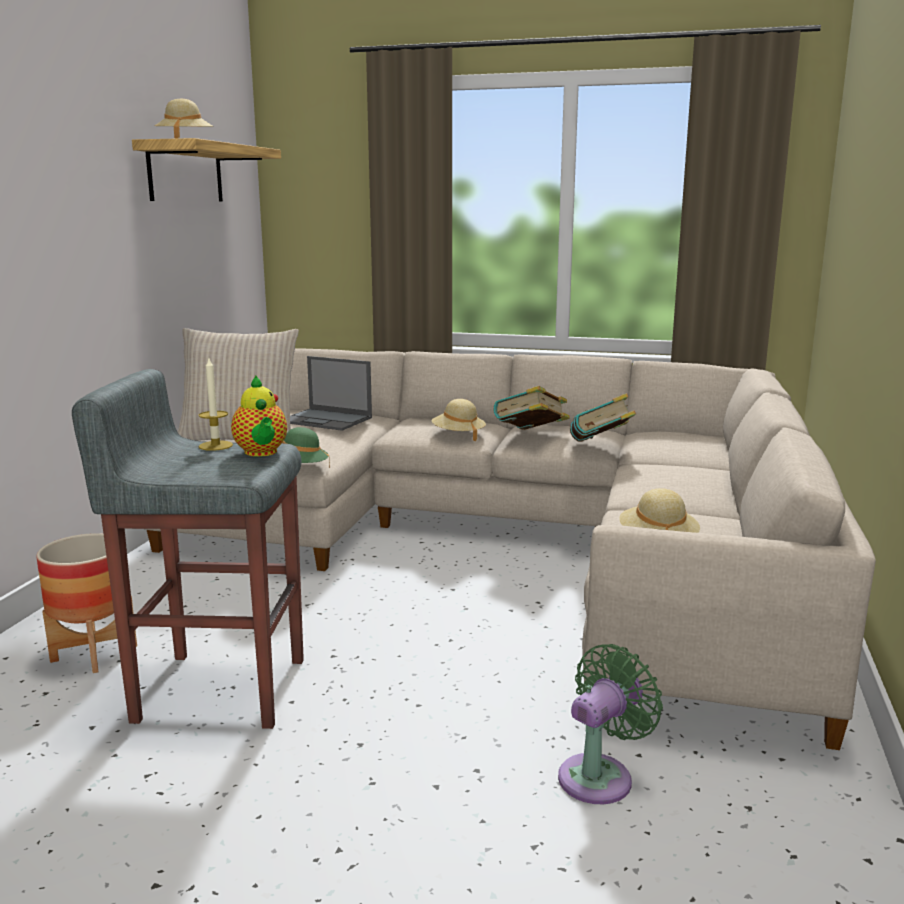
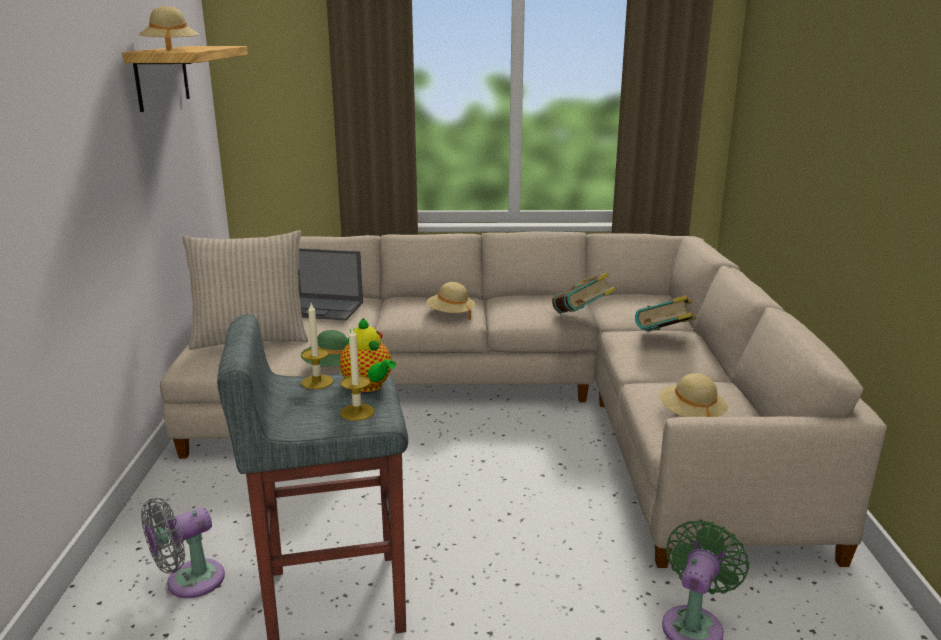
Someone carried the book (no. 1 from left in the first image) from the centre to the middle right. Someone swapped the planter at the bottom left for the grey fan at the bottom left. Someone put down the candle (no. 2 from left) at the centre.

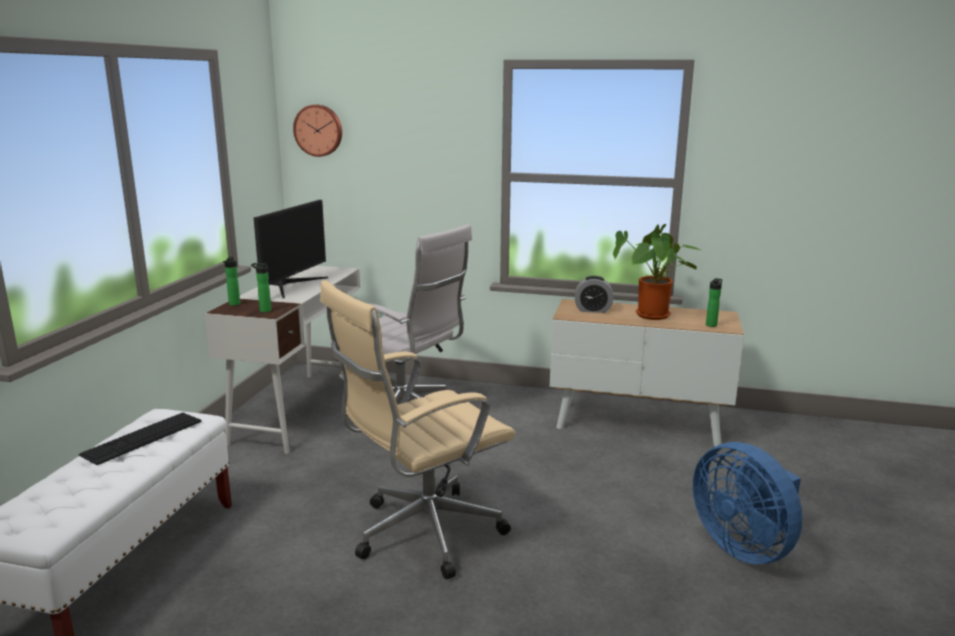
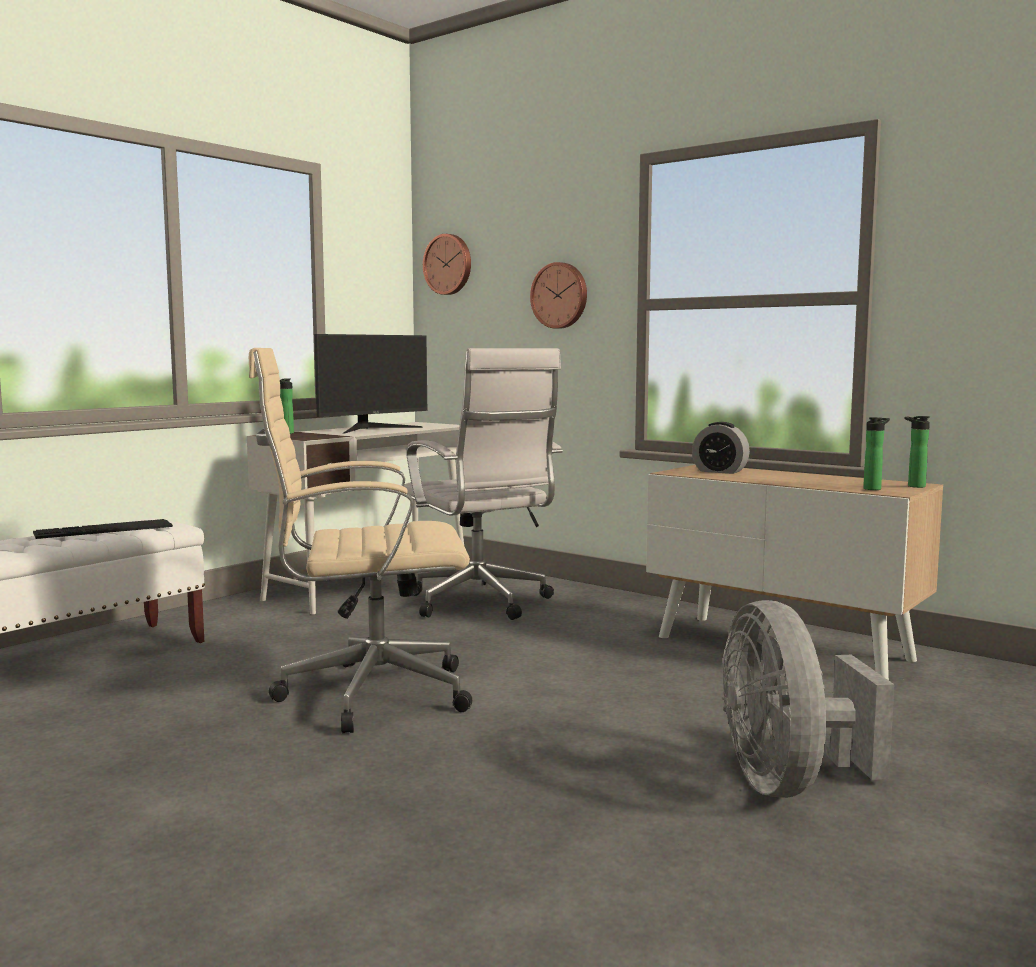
Someone took away the potted plant at the middle right. Someone carried the bottle (no. 2 from left in the first image) from the middle left to the middle right. Someone repainted the blue fan at the bottom right, which became the grey fan at the bottom right. Someone put up the wall clock (no. 2 from left) at the top centre.

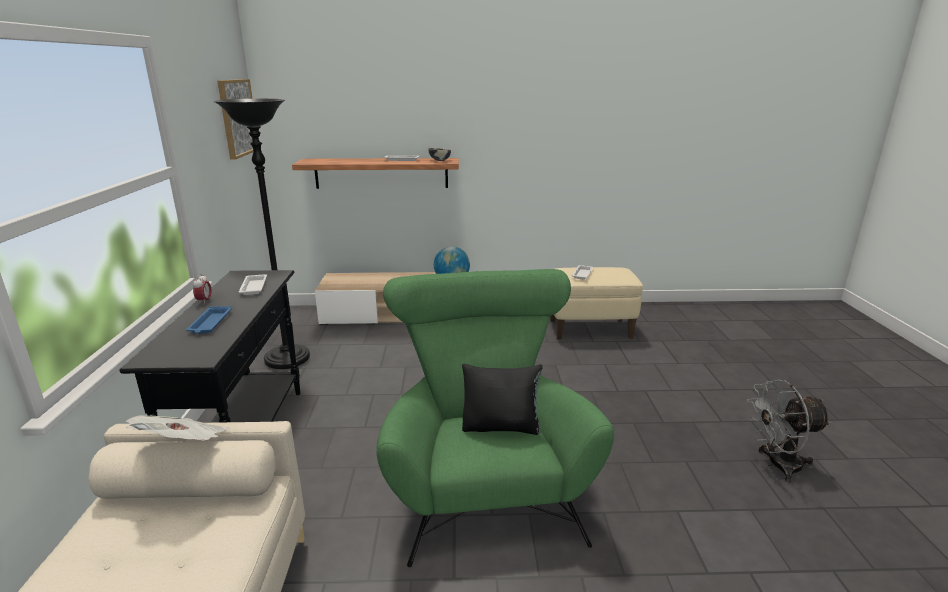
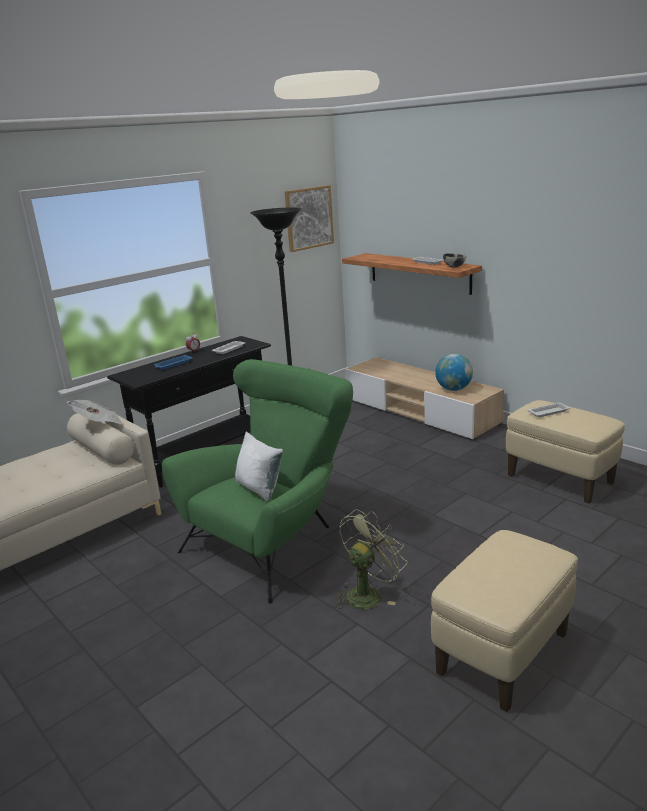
Someone repainted the black pillow at the bottom centre, which became the white pillow at the centre. Someone swapped the grey fan at the bottom right for the beige ottoman (no. 1 from left) at the bottom right. Someone put down the green fan at the bottom centre.

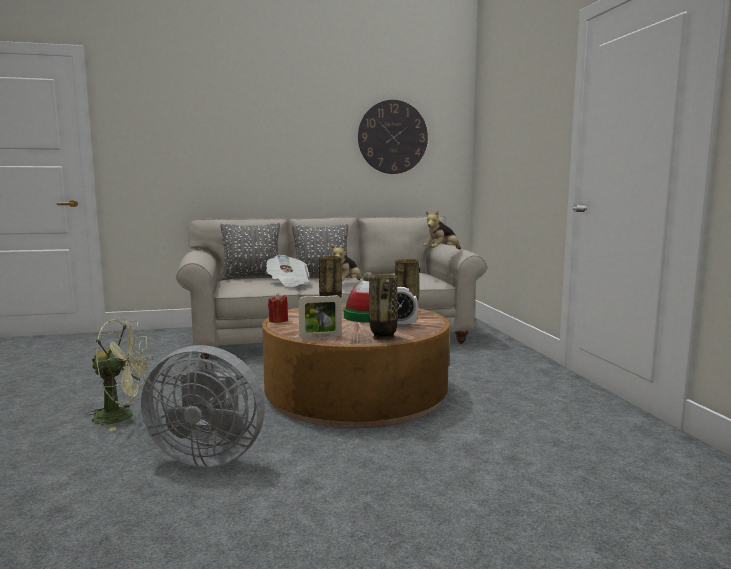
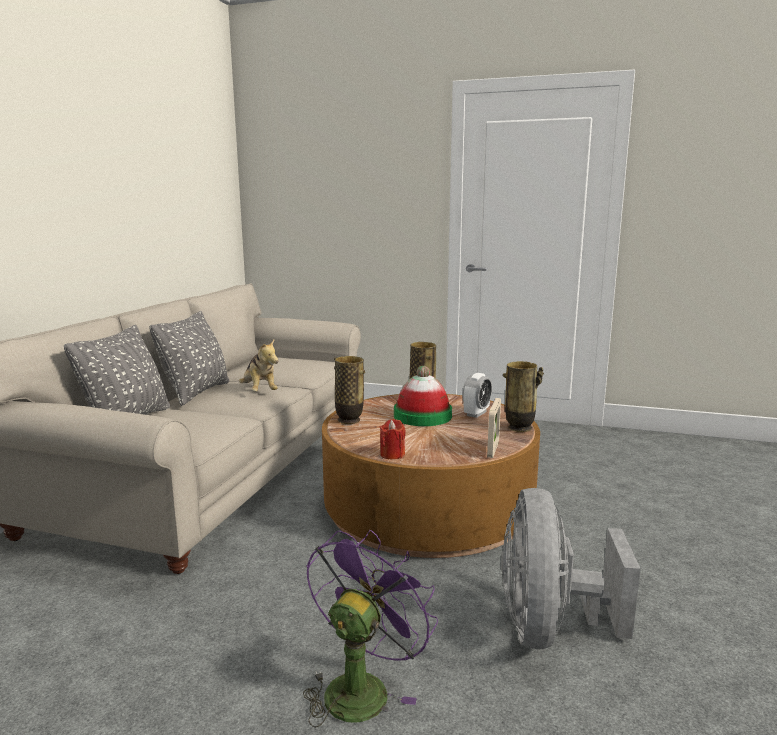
Someone took away the wall clock at the top centre. Someone took away the plush toy (no. 2 from left) at the centre. Someone took away the newspaper at the centre. Someone repainted the green fan at the middle left, which became the purple fan at the bottom centre. Someone rotated the grey fan at the bottom left by 150 degrees clockwise.

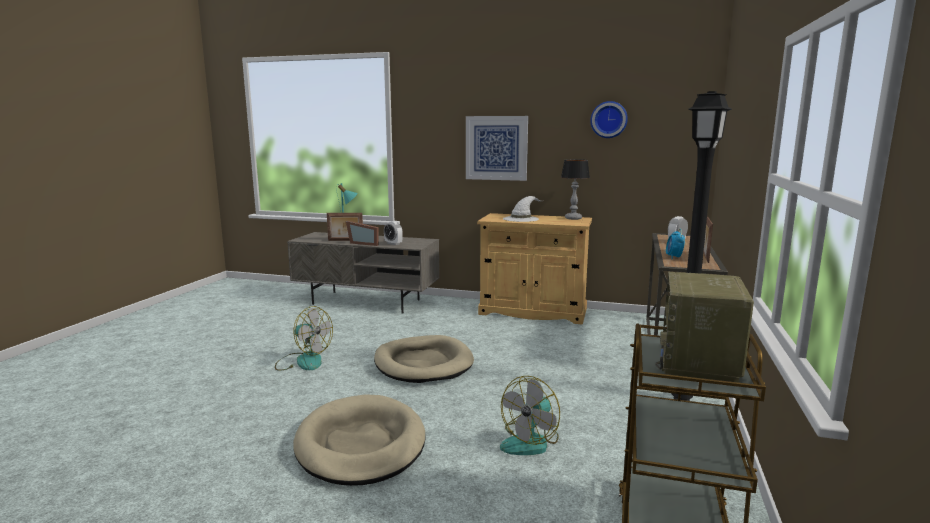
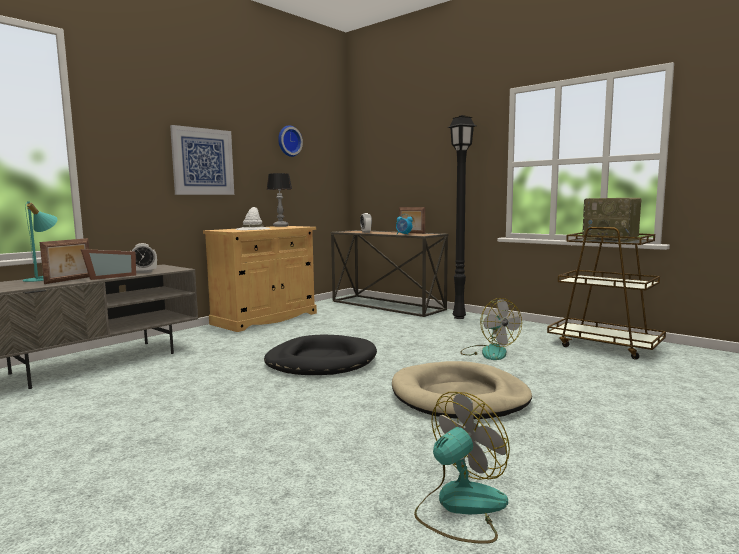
Someone carried the fan (no. 1 from left) from the middle left to the bottom centre. Someone repainted the beige dog bed (no. 2 from left) at the bottom centre, which became the black dog bed at the centre.

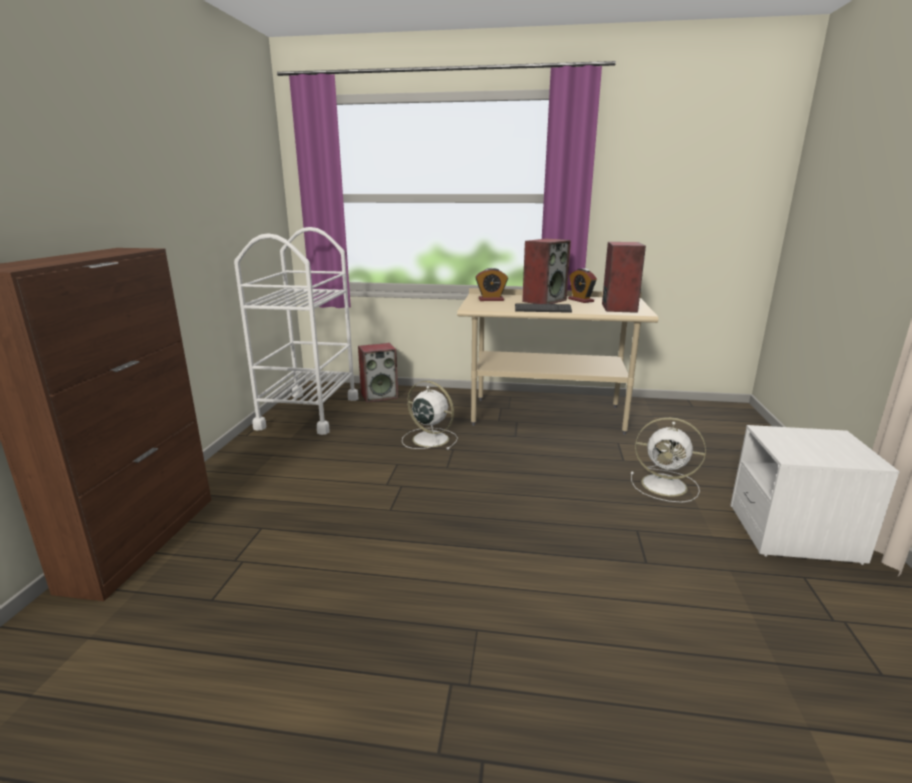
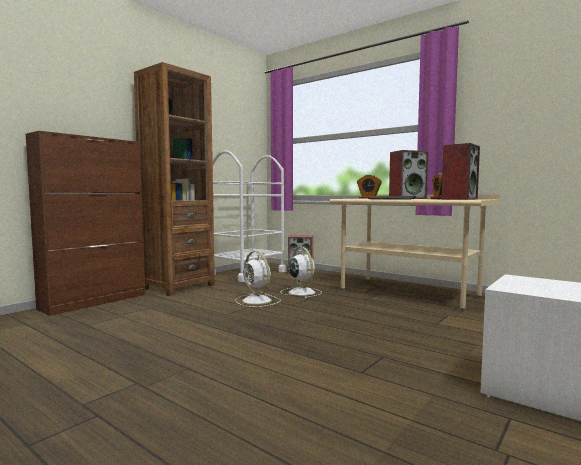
Someone carried the white fan (no. 2 from left in the first image) from the middle right to the centre. Someone put down the brown bookcase at the middle left.

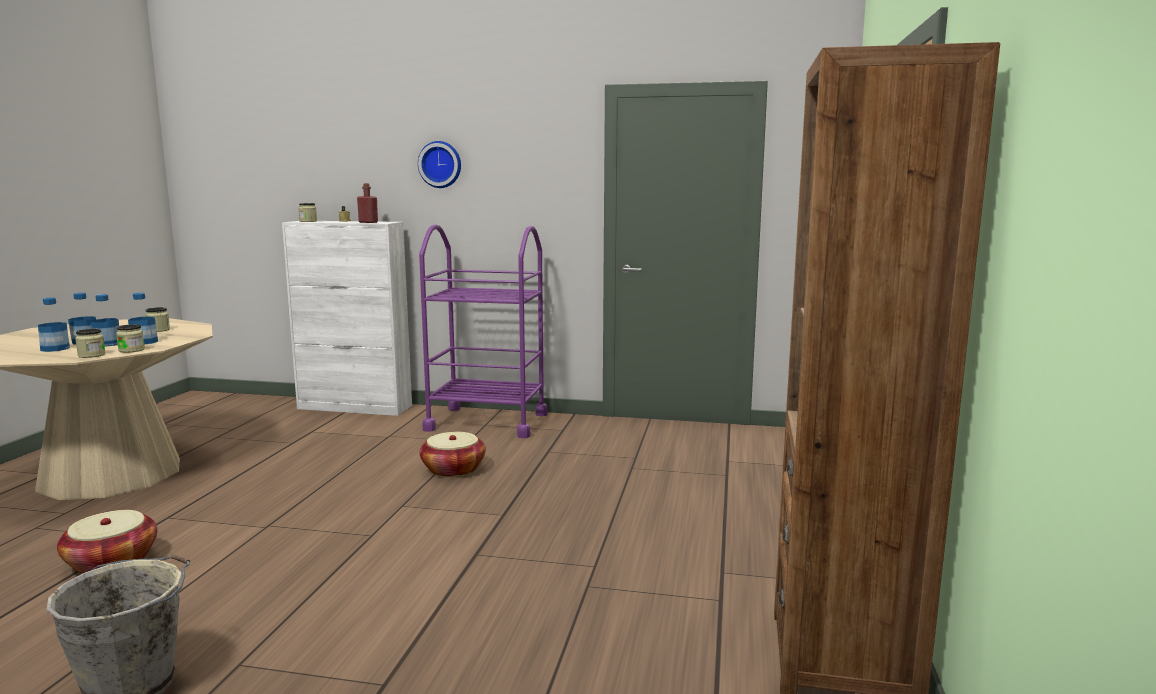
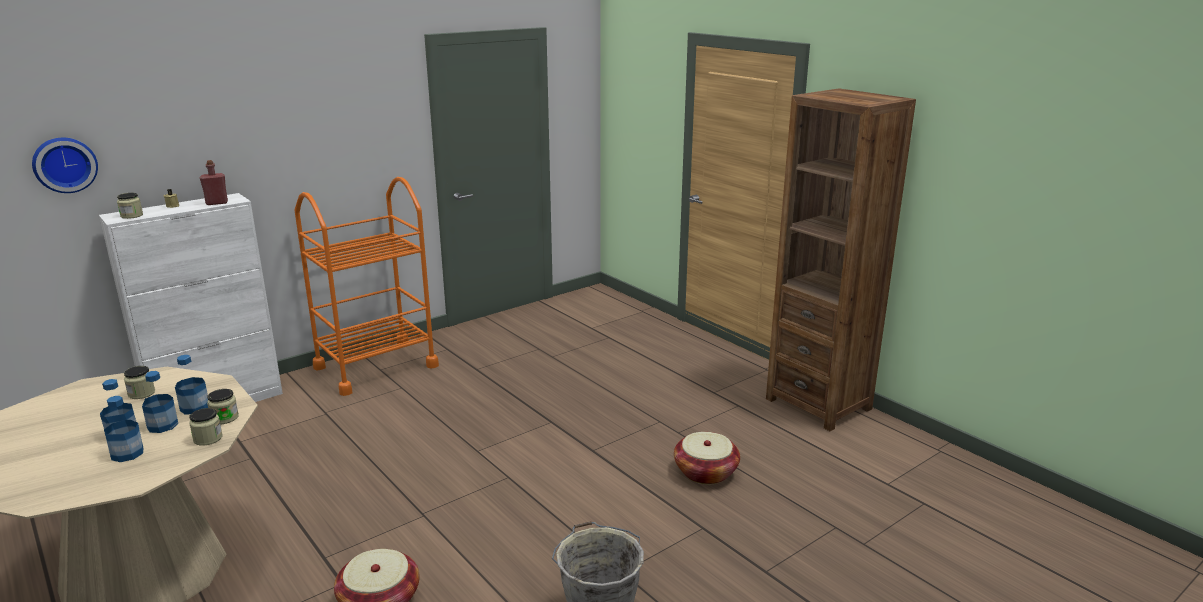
Someone carried the wall clock from the top centre to the top left. Someone repainted the purple cart at the centre, which became the orange cart at the middle left. Someone carried the basket (no. 2 from left) from the centre to the bottom centre.

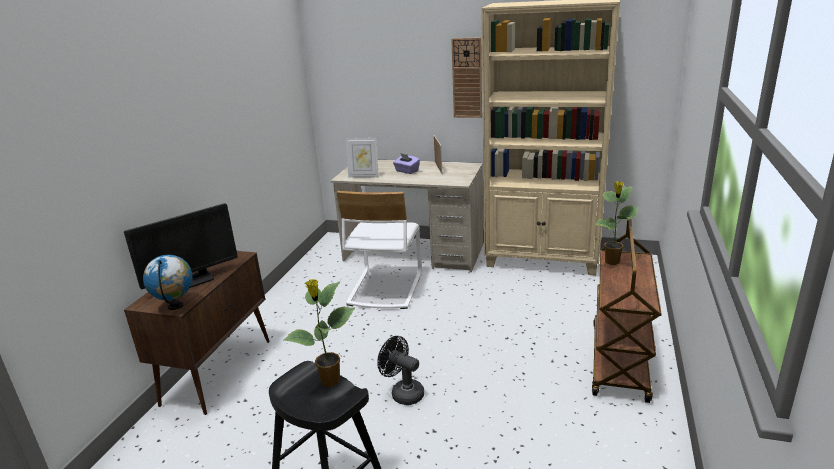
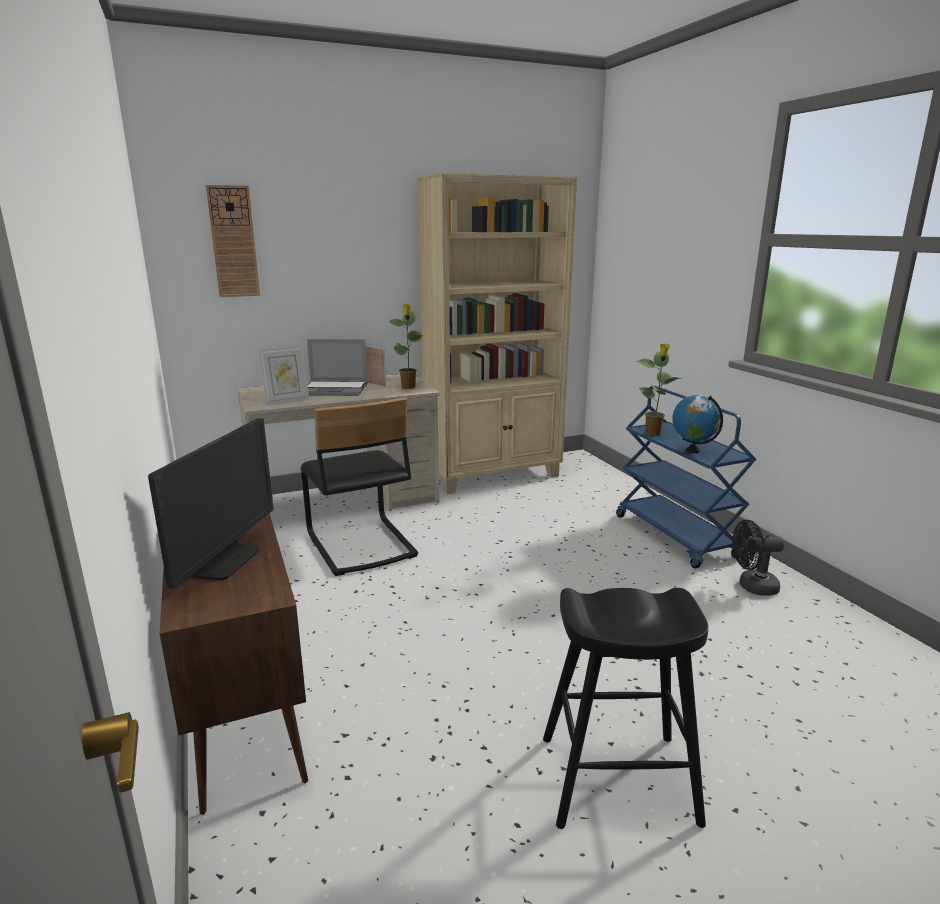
Someone carried the wall clock from the top centre to the top left. Someone swapped the purple tissue box at the centre for the laptop at the centre. Someone repainted the white chair at the centre, which became the black chair at the centre. Someone repainted the brown cart at the middle right, which became the blue cart at the middle right. Someone carried the globe from the middle left to the middle right. Someone carried the potted plant (no. 1 from left) from the bottom centre to the centre. Someone carried the black fan from the bottom centre to the middle right.

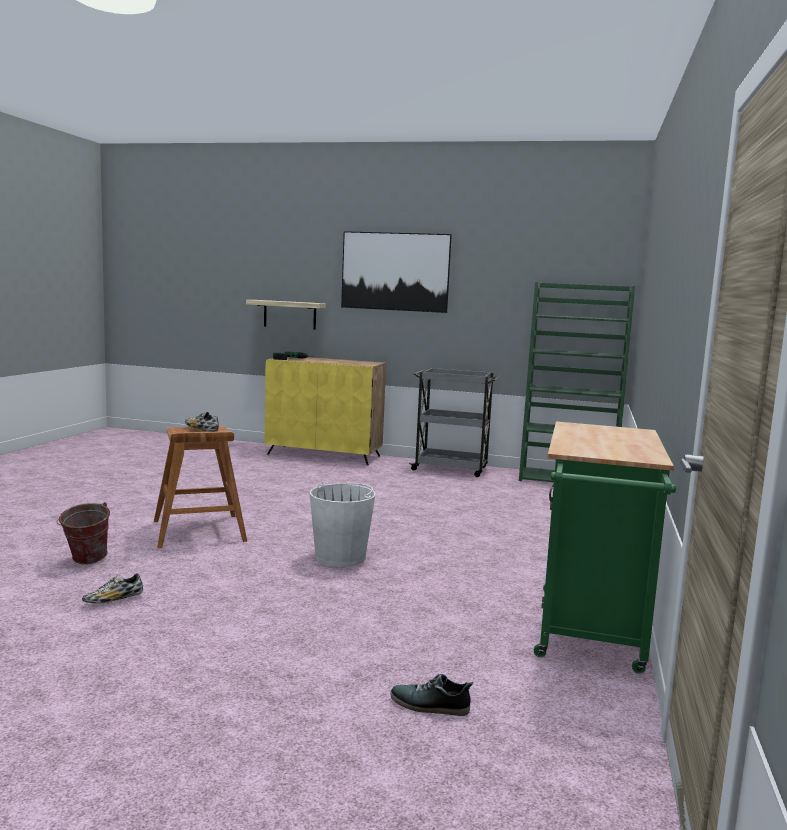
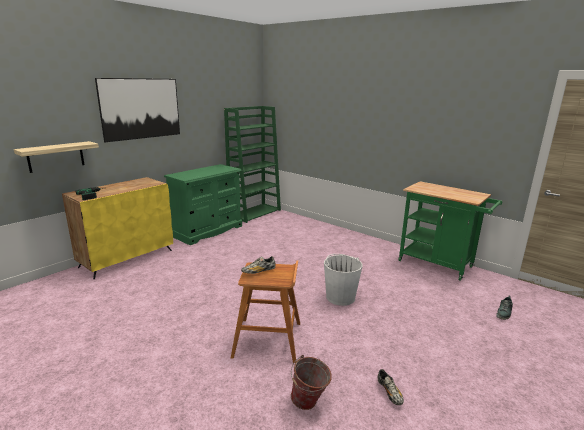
Someone swapped the grey cart at the centre for the green dresser at the centre.

